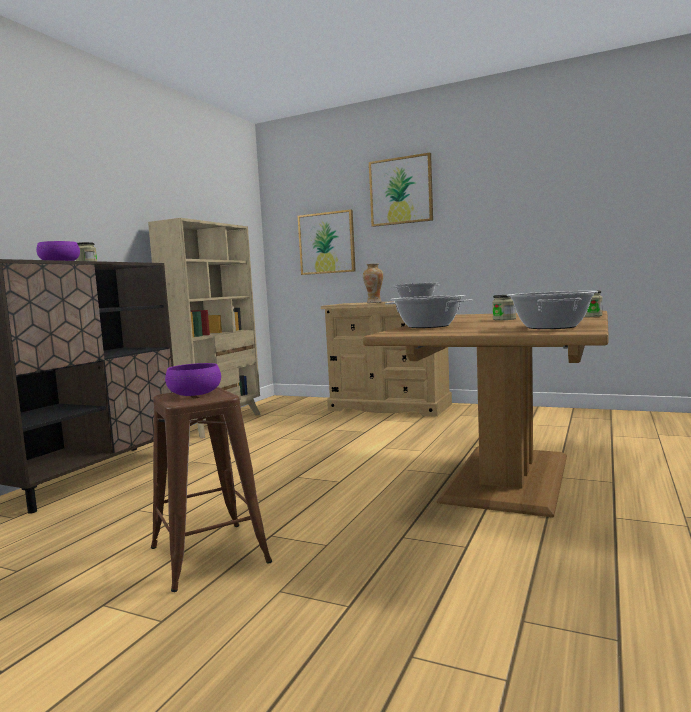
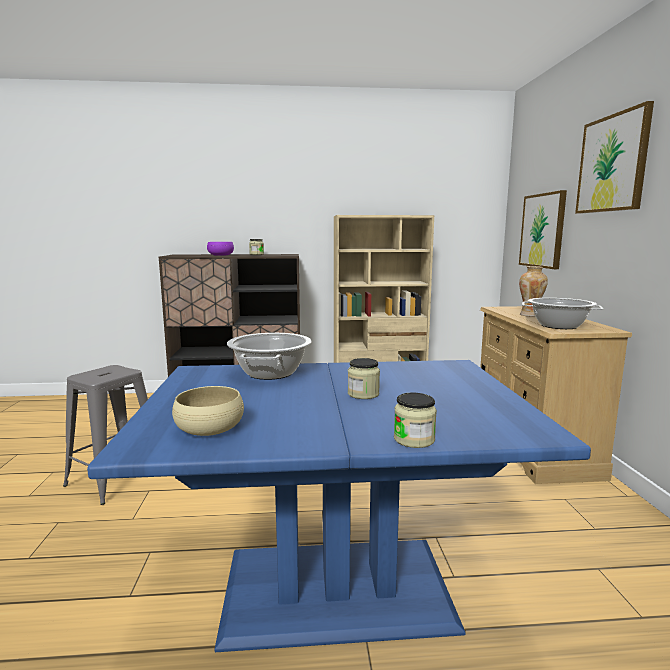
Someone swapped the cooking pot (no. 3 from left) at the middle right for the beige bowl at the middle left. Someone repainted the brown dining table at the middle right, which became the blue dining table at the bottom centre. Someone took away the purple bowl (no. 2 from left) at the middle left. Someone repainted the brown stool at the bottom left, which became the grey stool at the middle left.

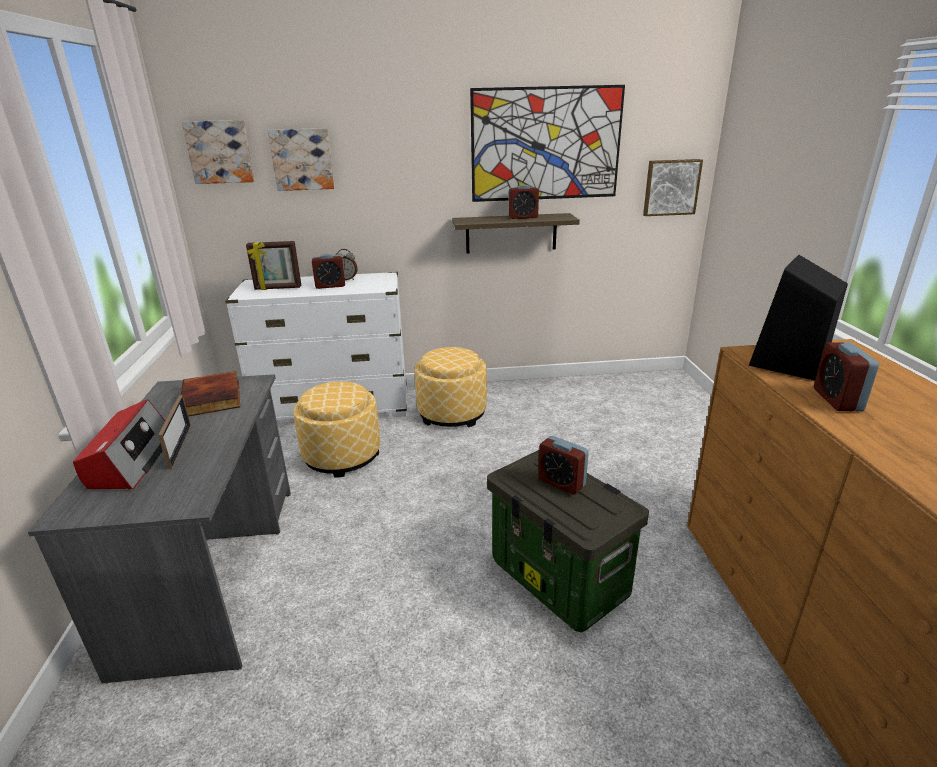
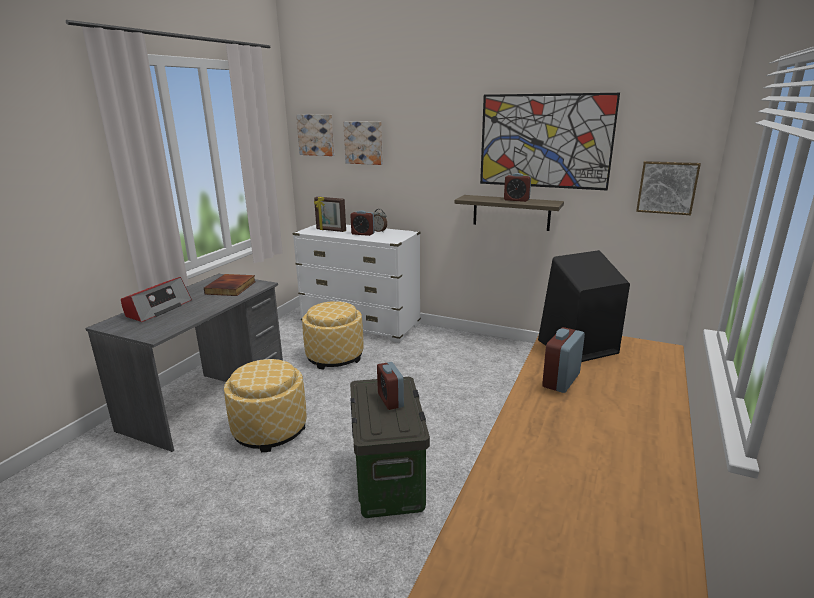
Someone carried the ottoman (no. 2 from left in the first image) from the centre to the bottom left. Someone took away the picture frame (no. 1 from left) at the middle left.

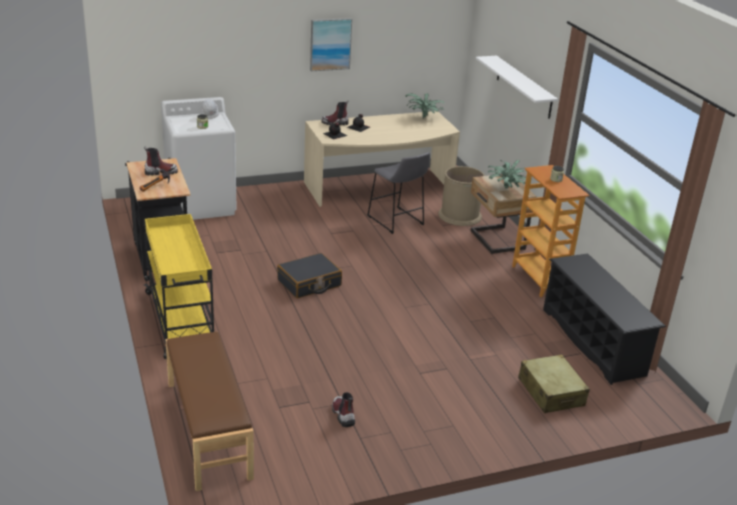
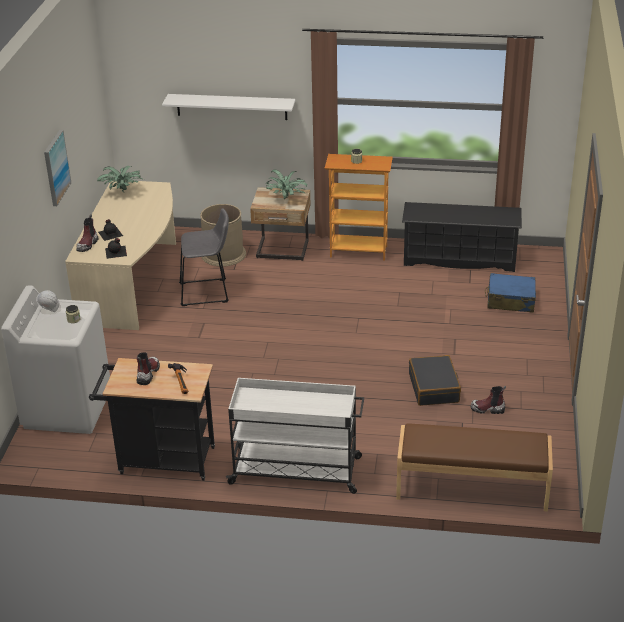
Someone repainted the yellow cart at the middle left, which became the white cart at the bottom centre. Someone carried the black suitcase from the centre to the middle right. Someone repainted the beige suitcase at the bottom right, which became the blue suitcase at the middle right.

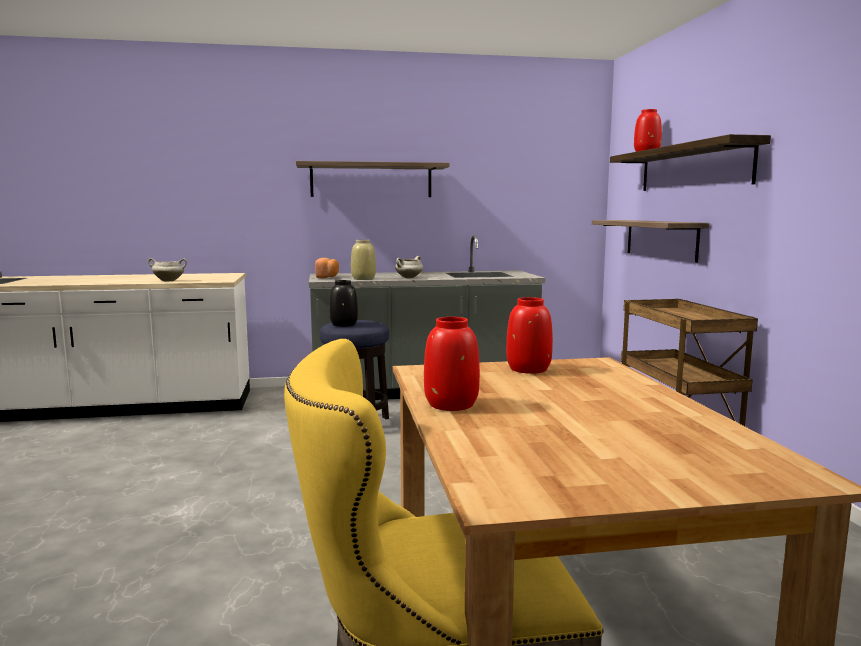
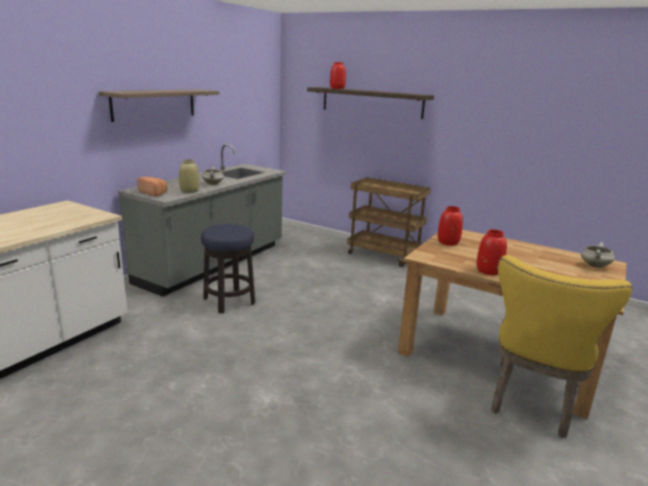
Someone took away the shelf (no. 2 from left) at the middle right. Someone carried the white cooking pot (no. 1 from left in the first image) from the middle left to the middle right. Someone took away the black vase at the centre.

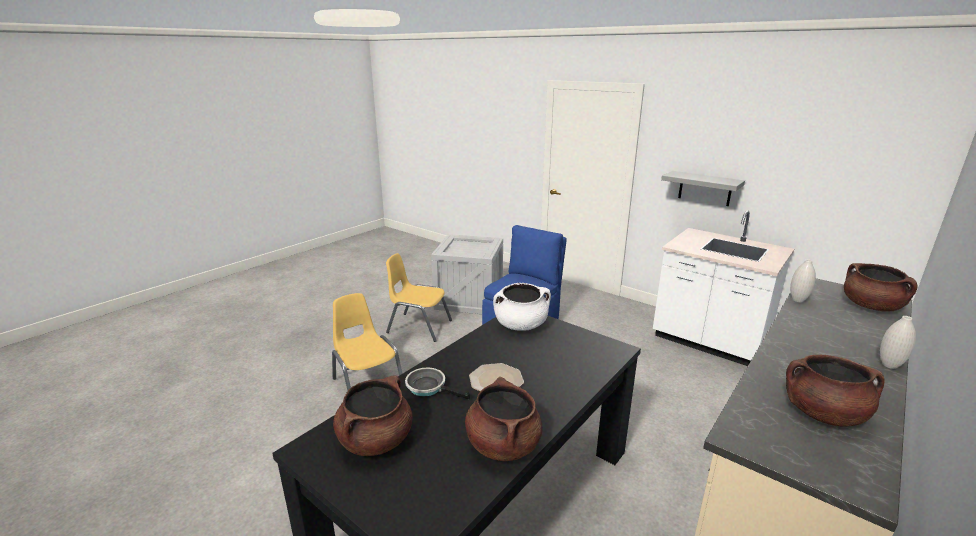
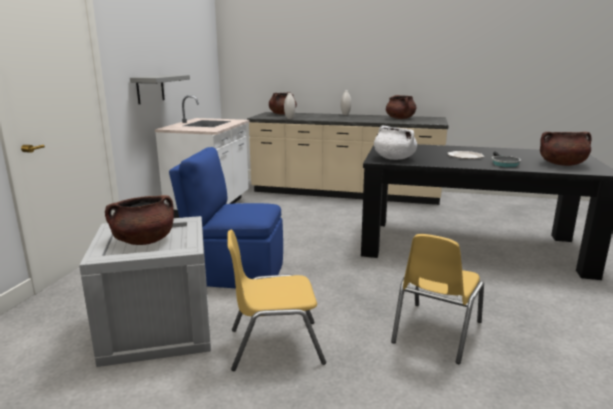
Someone rotated the yellow chair (no. 2 from left in the first image) at the centre by 90 degrees clockwise. Someone carried the brown cooking pot (no. 2 from left in the first image) from the bottom centre to the middle left.

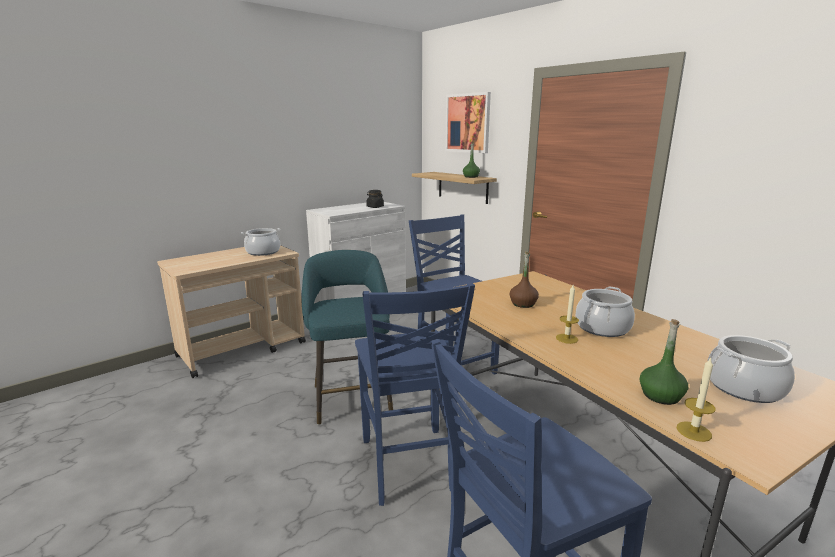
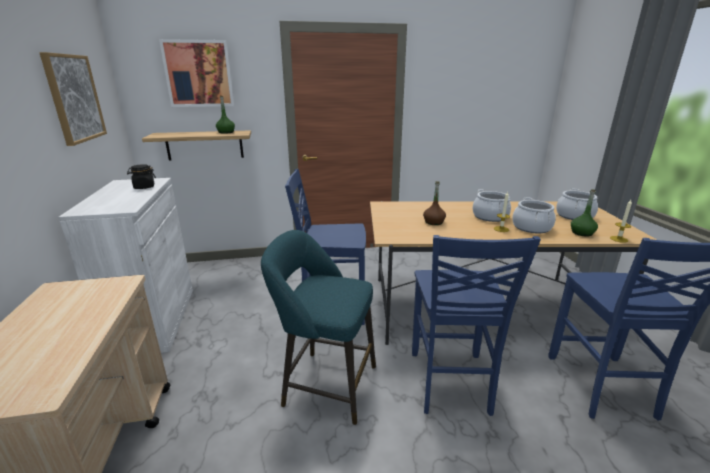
Someone carried the cooking pot (no. 1 from left in the first image) from the middle left to the middle right. Someone rotated the blue chair (no. 1 from left in the first image) at the bottom centre by 75 degrees clockwise. Someone put up the picture (no. 1 from left) at the top left.

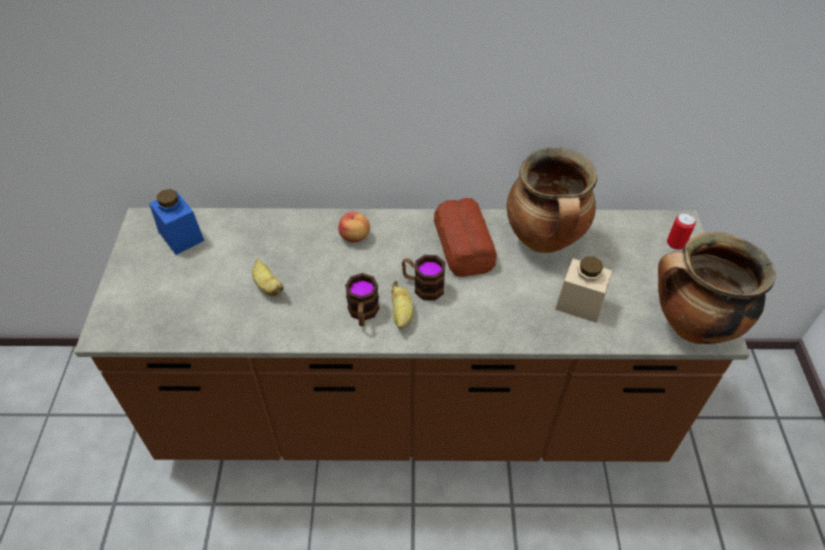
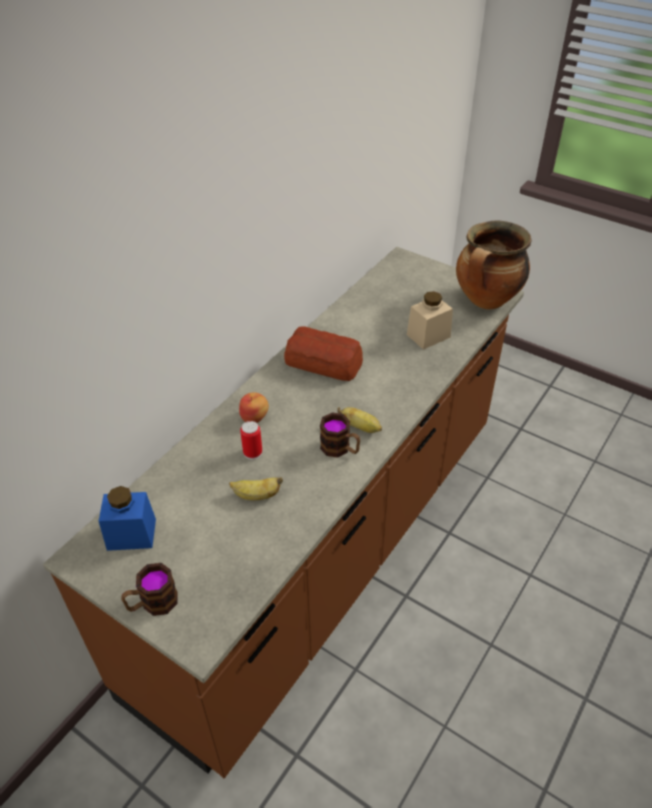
Someone took away the cooking pot (no. 1 from left) at the middle right. Someone carried the can from the middle right to the centre. Someone carried the mug (no. 2 from left in the first image) from the centre to the bottom left.

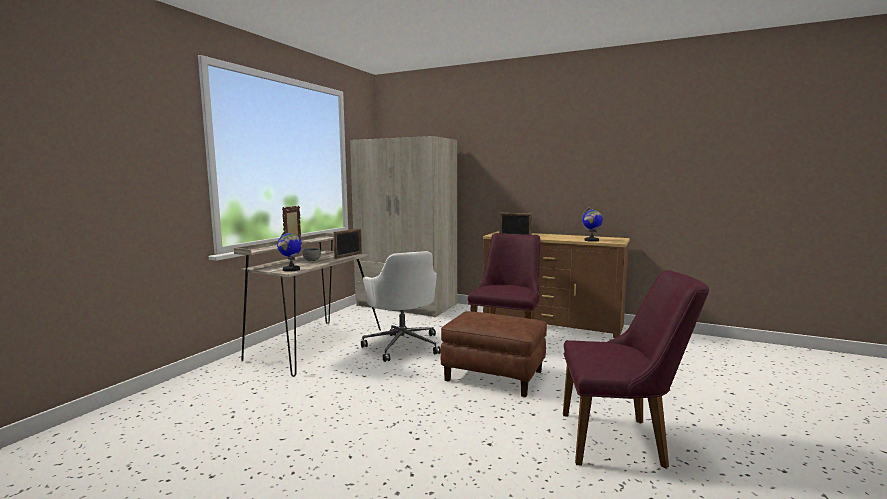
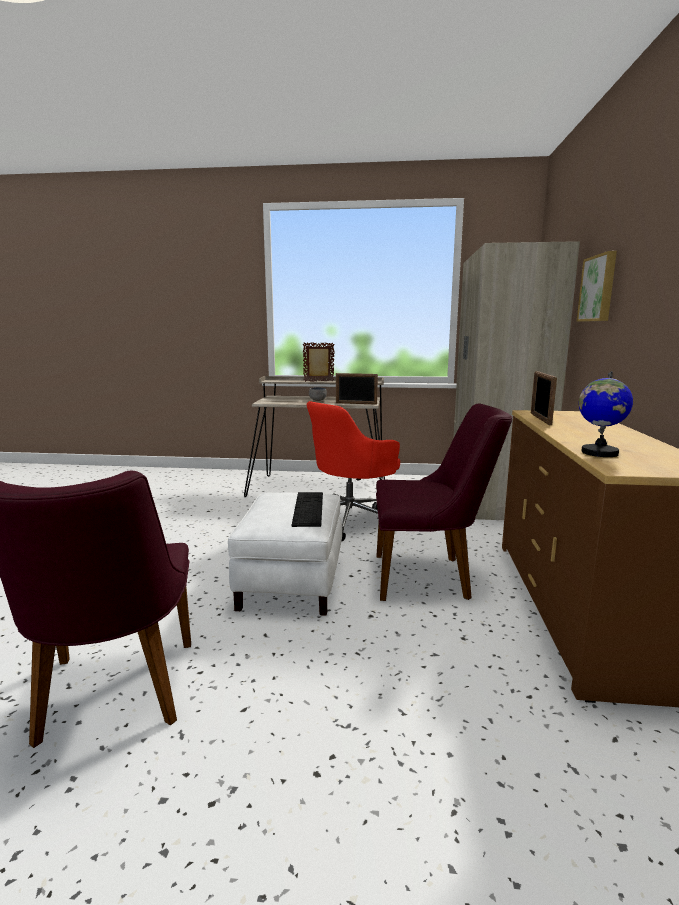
Someone took away the globe (no. 1 from left) at the middle left. Someone repainted the white office chair at the centre, which became the red office chair at the centre. Someone repainted the brown ottoman at the bottom centre, which became the white ottoman at the centre. Someone put up the picture at the top right. Someone put down the keyboard at the centre.

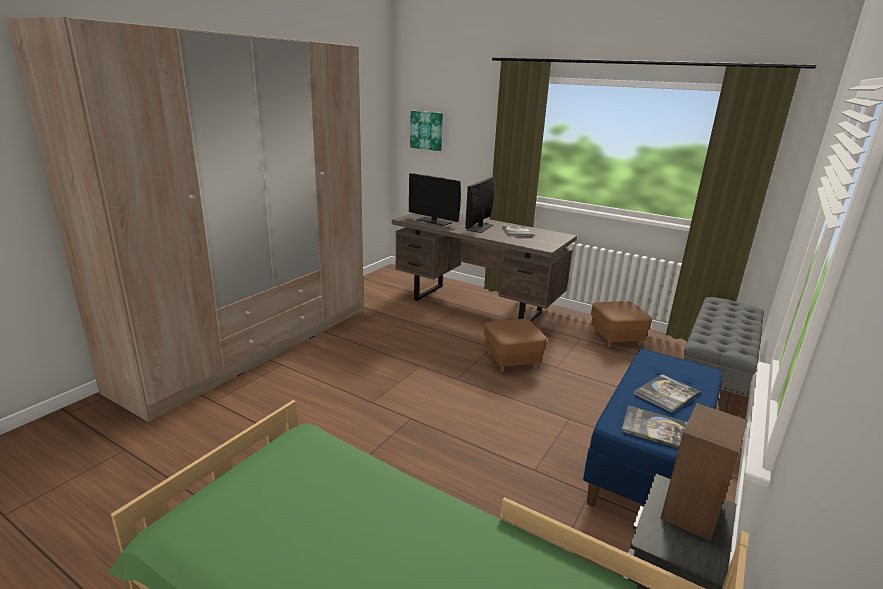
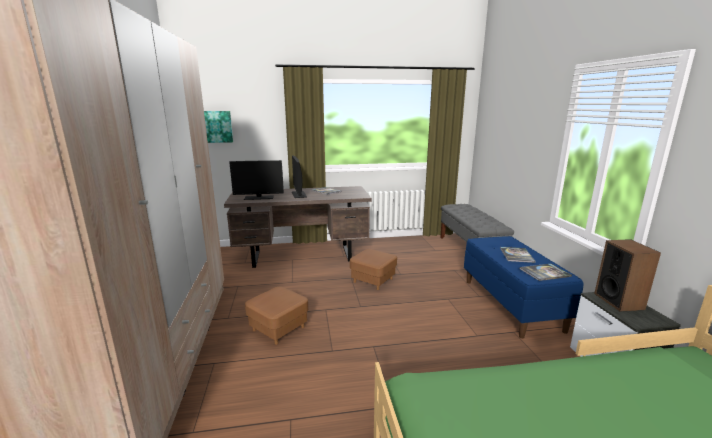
Someone carried the brown ottoman (no. 2 from left in the first image) from the middle right to the bottom centre.

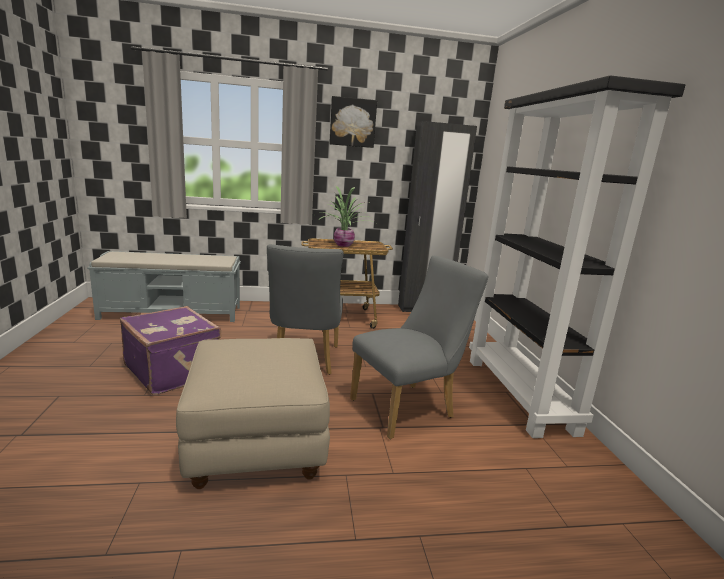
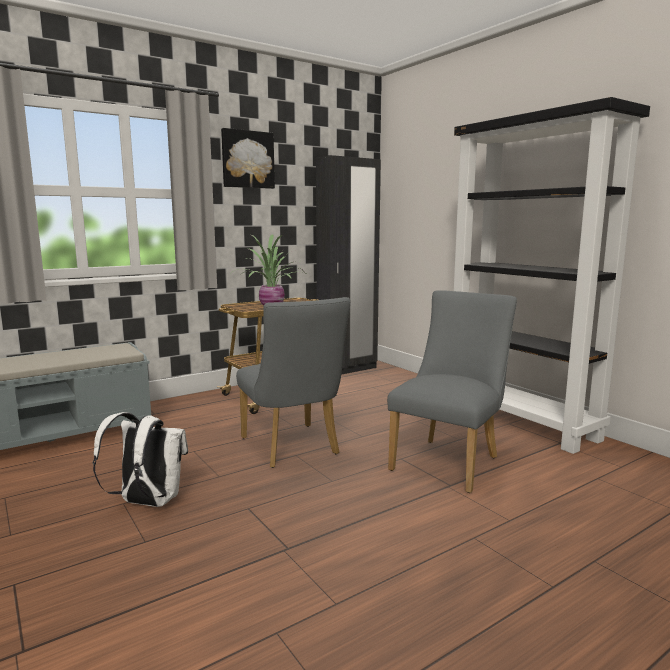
Someone swapped the purple suitcase at the middle left for the white backpack at the bottom left. Someone took away the beige ottoman at the bottom centre.

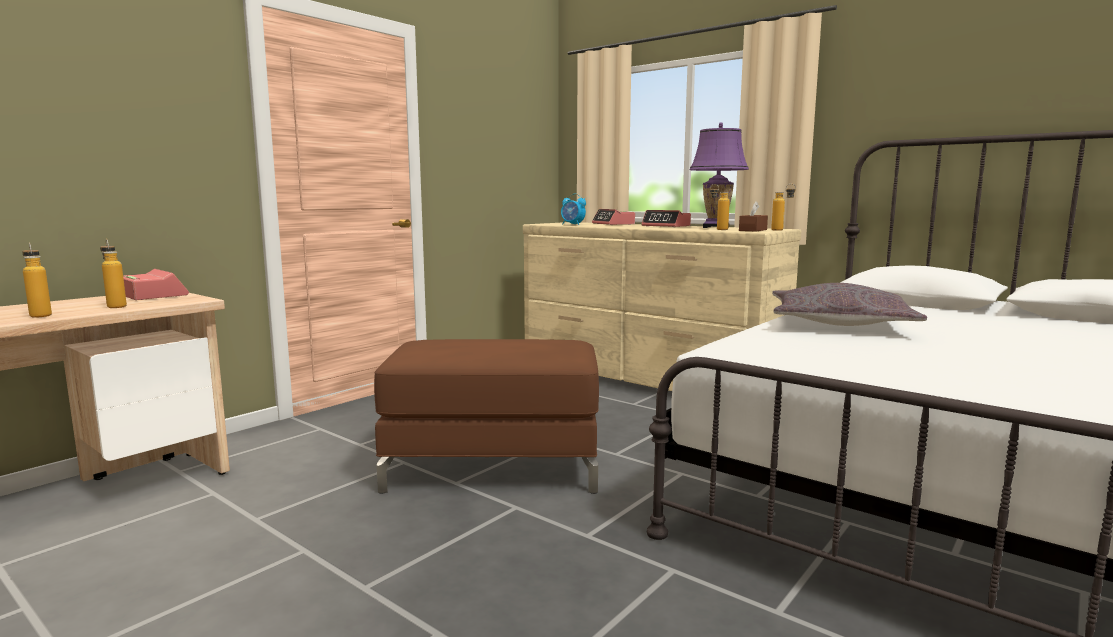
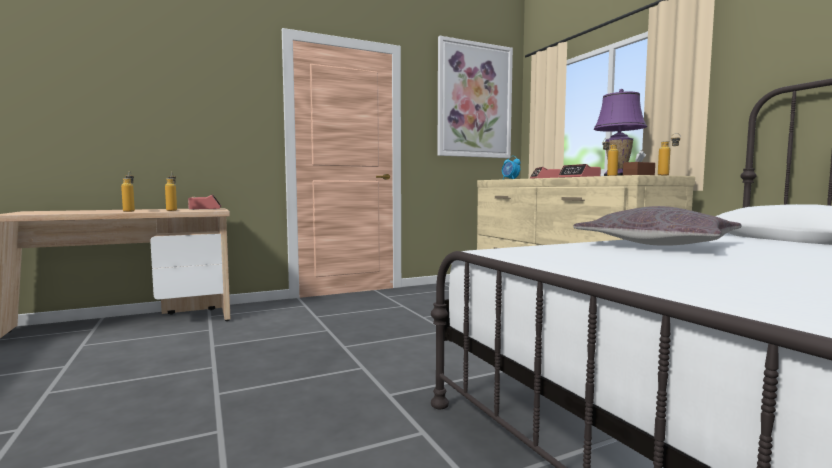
Someone took away the brown ottoman at the centre. Someone put up the picture at the top centre.

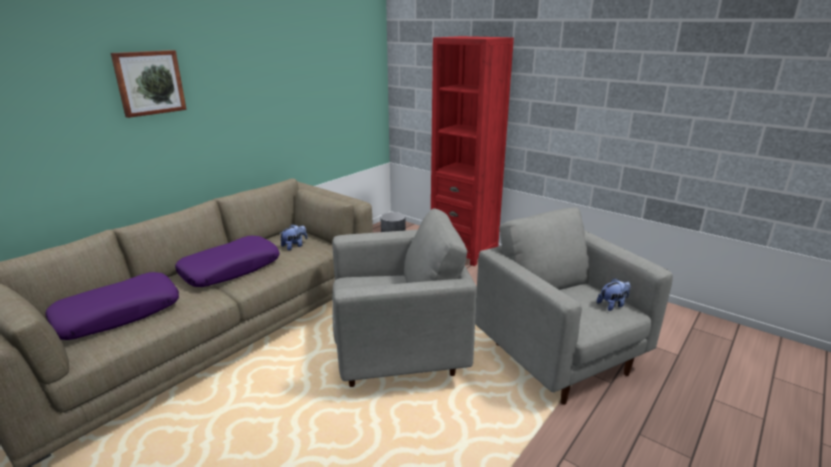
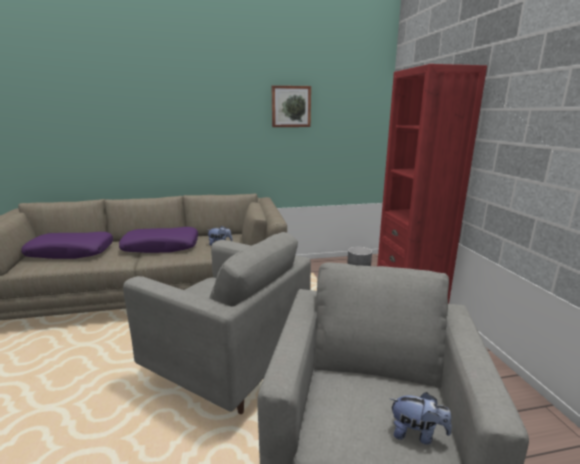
Someone carried the picture from the top left to the top centre.

